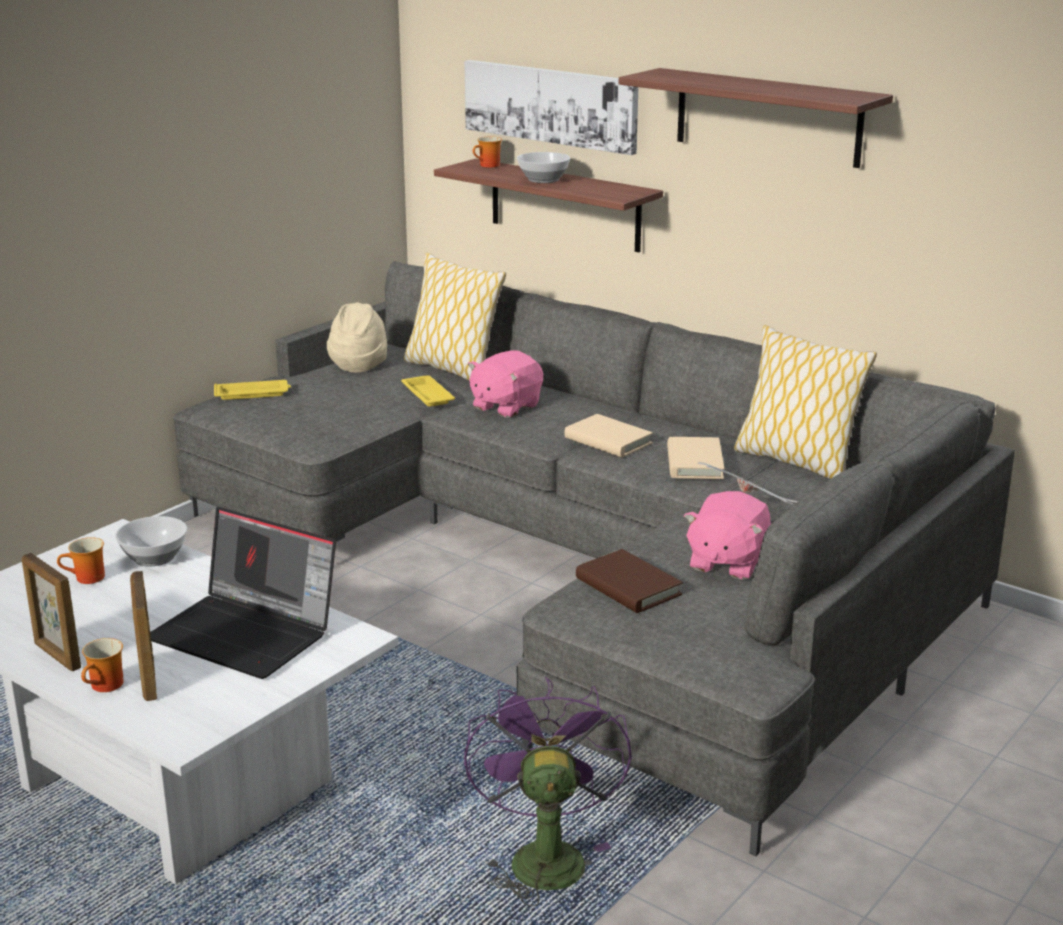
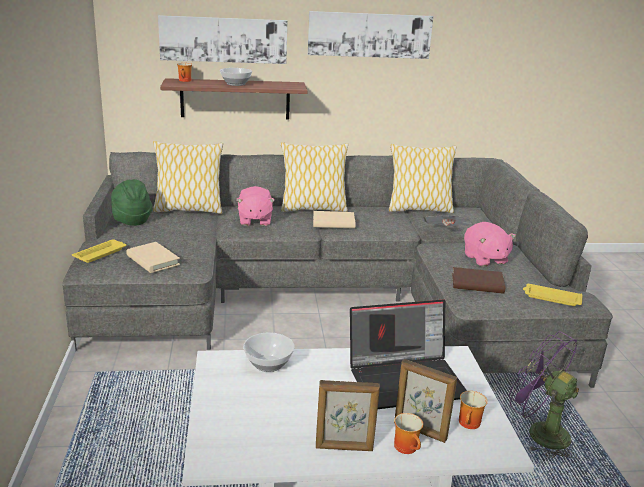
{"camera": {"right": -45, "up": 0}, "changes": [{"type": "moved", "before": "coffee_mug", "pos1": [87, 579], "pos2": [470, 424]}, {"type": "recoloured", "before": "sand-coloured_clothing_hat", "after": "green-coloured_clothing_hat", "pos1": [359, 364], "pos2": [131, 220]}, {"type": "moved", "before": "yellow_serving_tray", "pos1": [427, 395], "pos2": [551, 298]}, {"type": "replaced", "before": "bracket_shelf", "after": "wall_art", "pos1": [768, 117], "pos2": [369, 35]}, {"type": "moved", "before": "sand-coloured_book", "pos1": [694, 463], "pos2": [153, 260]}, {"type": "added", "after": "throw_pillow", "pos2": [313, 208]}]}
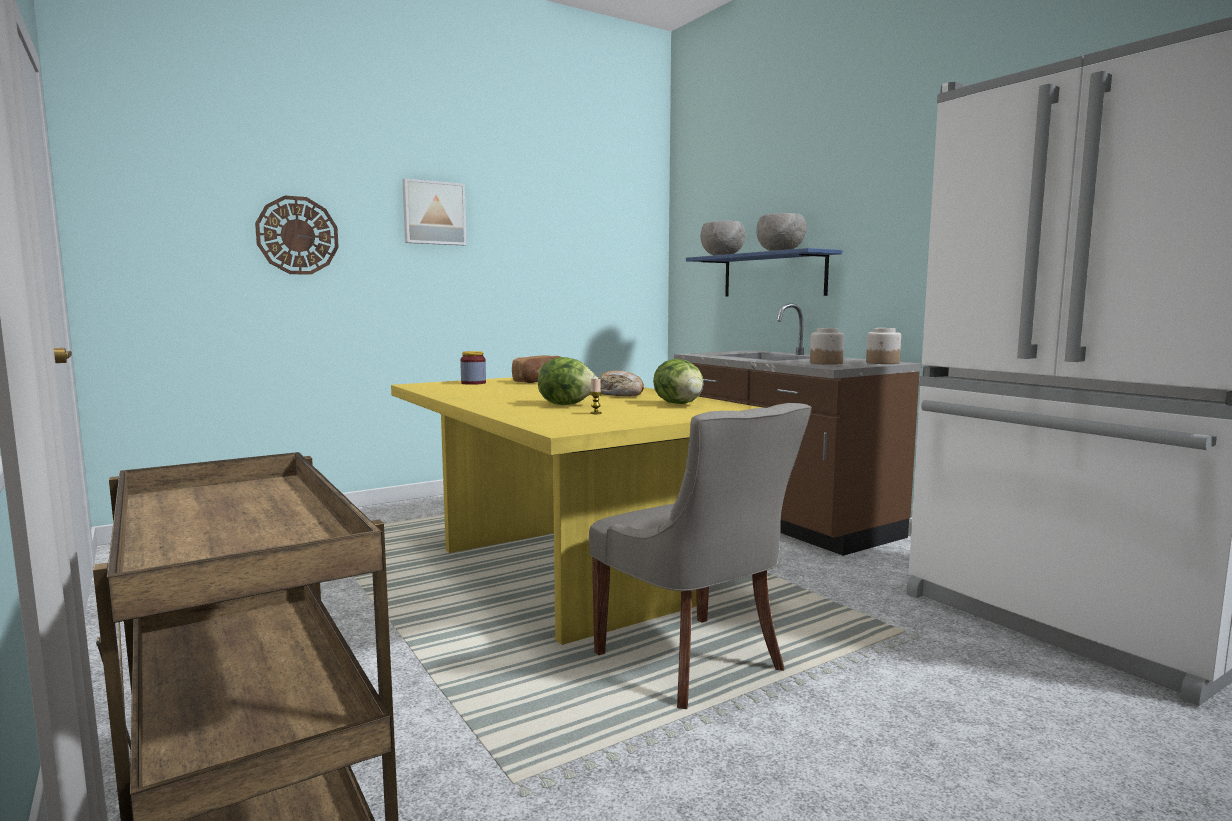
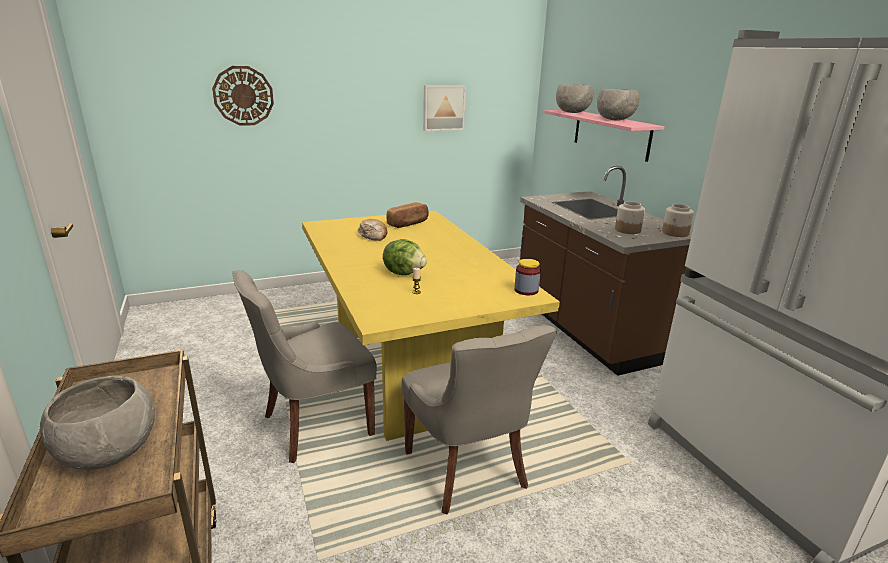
{"camera": {"right": 10, "up": 15}, "changes": [{"type": "moved", "before": "wall_art", "pos1": [433, 213], "pos2": [443, 107]}, {"type": "moved", "before": "storage_jar", "pos1": [473, 383], "pos2": [526, 290]}, {"type": "moved", "before": "bakery_bread", "pos1": [620, 394], "pos2": [373, 236]}, {"type": "removed", "before": "lettuce_head", "pos1": [679, 404]}, {"type": "recoloured", "before": "bluish_bracket_shelf", "after": "pink-coloured_bracket_shelf", "pos1": [773, 275], "pos2": [610, 134]}, {"type": "added", "after": "grey_serving_bowl", "pos2": [110, 453]}, {"type": "added", "after": "grey_chair", "pos2": [314, 425]}]}
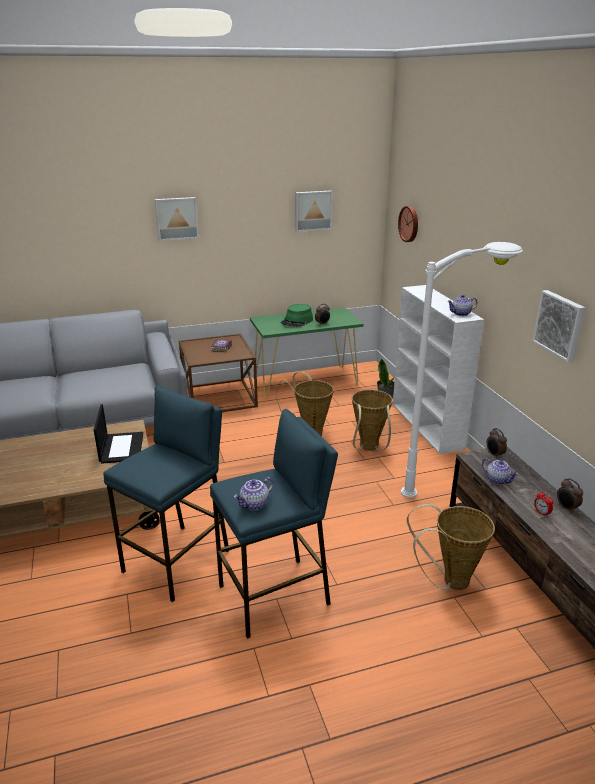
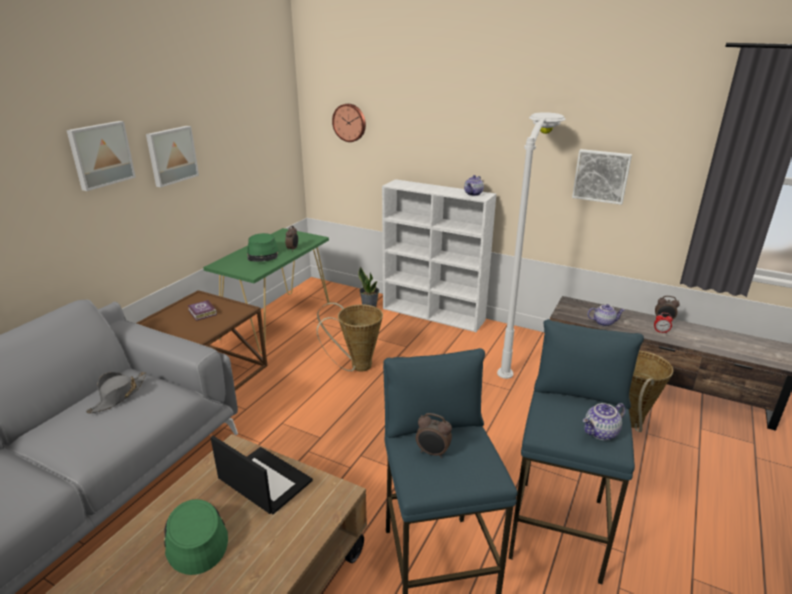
{"camera": {"right": -45, "up": 0}, "changes": [{"type": "turned", "before": "tea_pot", "pos1": [254, 504], "pos2": [601, 433], "turn": 60}, {"type": "moved", "before": "wall_art", "pos1": [312, 210], "pos2": [171, 155]}, {"type": "removed", "before": "basket", "pos1": [369, 449]}, {"type": "moved", "before": "bedside_clock", "pos1": [494, 455], "pos2": [432, 453]}, {"type": "added", "after": "grey_clothing_hat", "pos2": [118, 396]}, {"type": "added", "after": "green-coloured_clothing_hat", "pos2": [195, 537]}]}
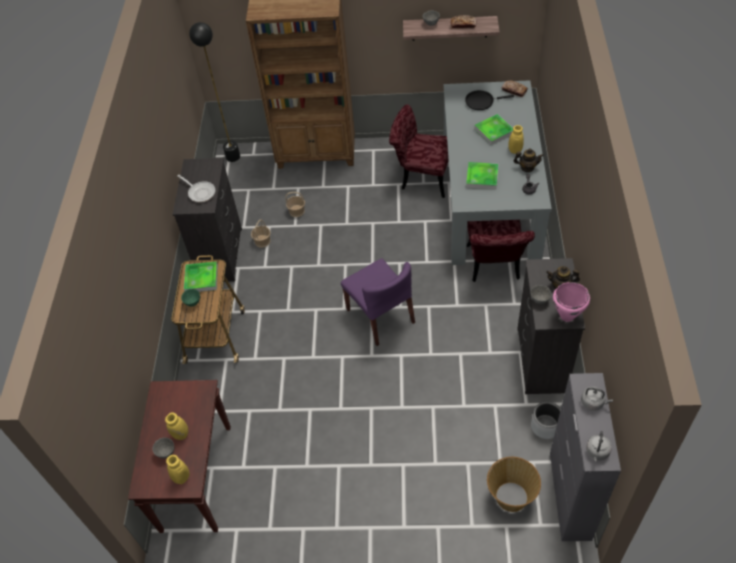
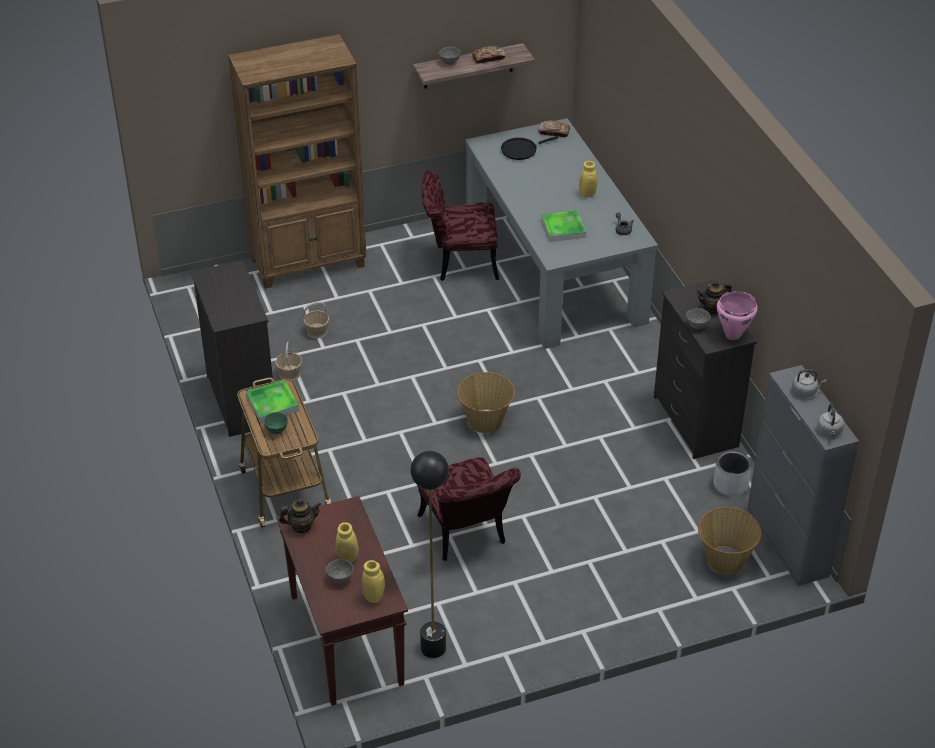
{"camera": {"right": -25, "up": -10}, "changes": [{"type": "removed", "before": "pan", "pos1": [200, 192]}, {"type": "moved", "before": "black_floor_lamp", "pos1": [233, 157], "pos2": [433, 648]}, {"type": "replaced", "before": "purple-coloured_chair", "after": "basket", "pos1": [380, 316], "pos2": [485, 421]}, {"type": "moved", "before": "red_chair", "pos1": [494, 267], "pos2": [466, 536]}, {"type": "removed", "before": "serving_tray", "pos1": [494, 131]}, {"type": "moved", "before": "tea_pot", "pos1": [527, 168], "pos2": [301, 526]}]}
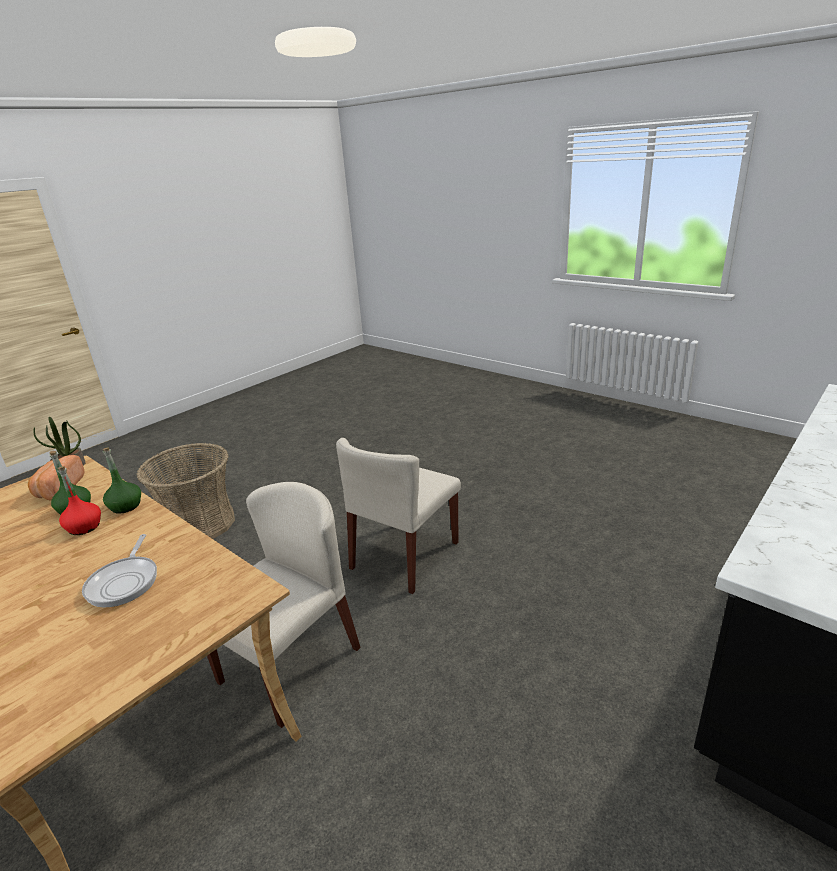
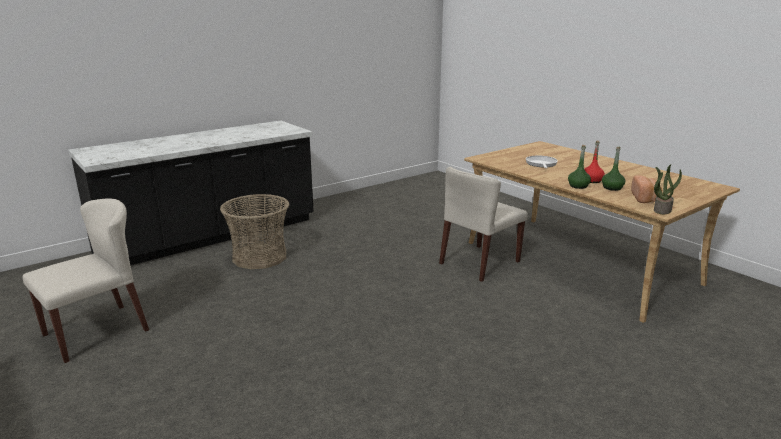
{"camera": {"right": -170, "up": -5}, "changes": [{"type": "moved", "before": "basket", "pos1": [200, 524], "pos2": [259, 257]}, {"type": "moved", "before": "sand-coloured_chair", "pos1": [405, 556], "pos2": [96, 332]}]}
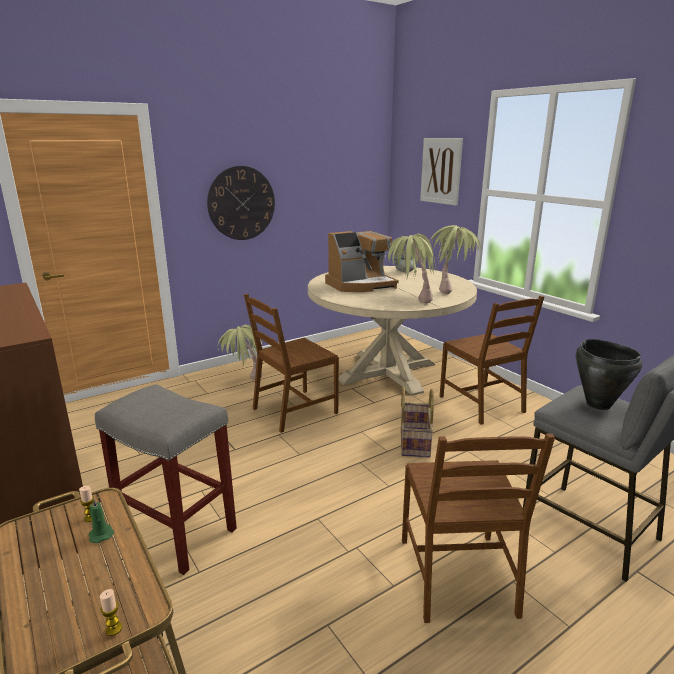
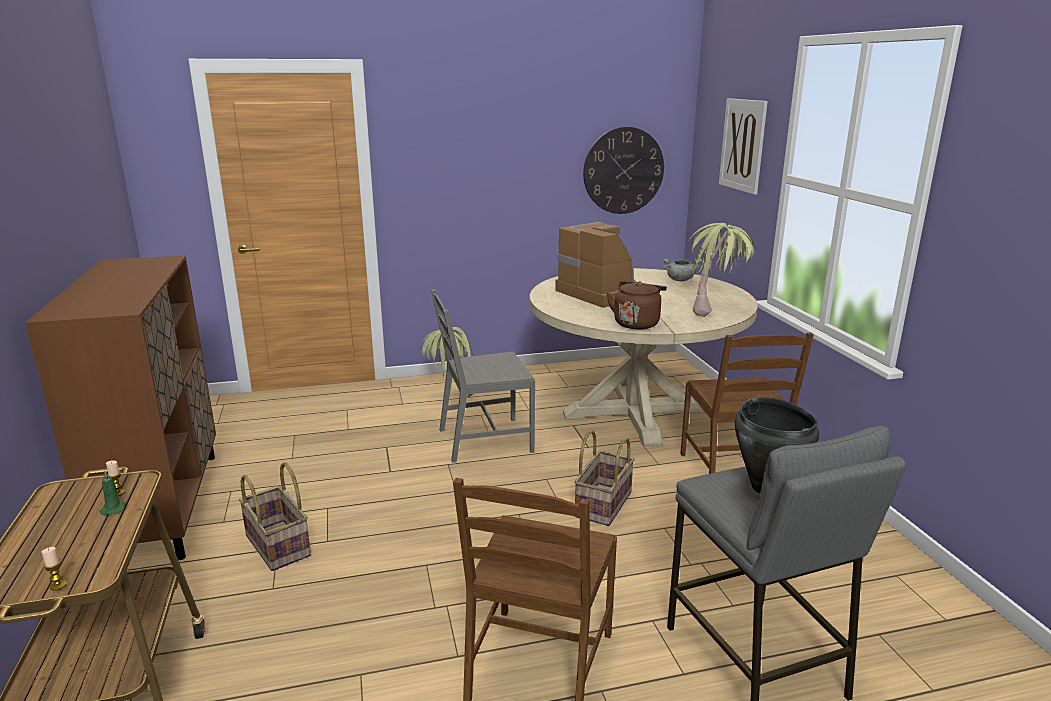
{"camera": {"right": 20, "up": 0}, "changes": [{"type": "replaced", "before": "grey_stool", "after": "basket", "pos1": [179, 532], "pos2": [279, 545]}, {"type": "moved", "before": "wall_clock", "pos1": [241, 203], "pos2": [623, 170]}, {"type": "recoloured", "before": "brown-coloured_chair", "after": "grey_chair", "pos1": [294, 411], "pos2": [484, 440]}, {"type": "turned", "before": "coffee_maker", "pos1": [361, 285], "pos2": [601, 293], "turn": -120}, {"type": "replaced", "before": "houseplant", "after": "brown-coloured_tea_kettle", "pos1": [409, 303], "pos2": [637, 323]}]}
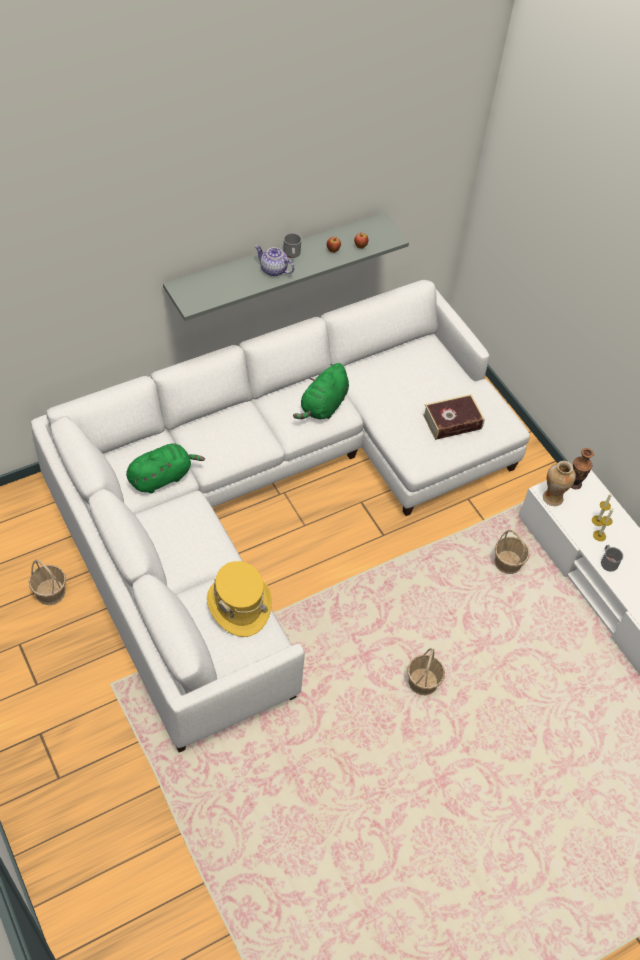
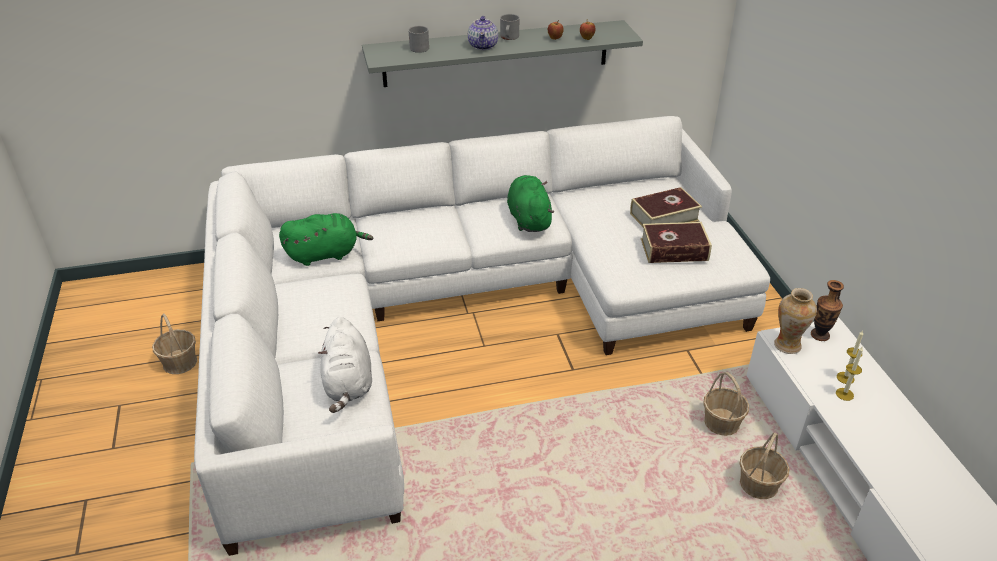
{"camera": {"right": 20, "up": -15}, "changes": [{"type": "replaced", "before": "yellow_clothing_hat", "after": "white_plush_toy", "pos1": [239, 605], "pos2": [348, 383]}, {"type": "turned", "before": "tea_pot", "pos1": [274, 270], "pos2": [483, 46], "turn": -135}, {"type": "turned", "before": "green-coloured_plush_toy", "pos1": [323, 406], "pos2": [529, 219], "turn": 120}, {"type": "moved", "before": "basket", "pos1": [423, 682], "pos2": [759, 485]}, {"type": "moved", "before": "grey_coffee_mug", "pos1": [608, 561], "pos2": [420, 47]}, {"type": "added", "after": "book", "pos2": [664, 217]}]}
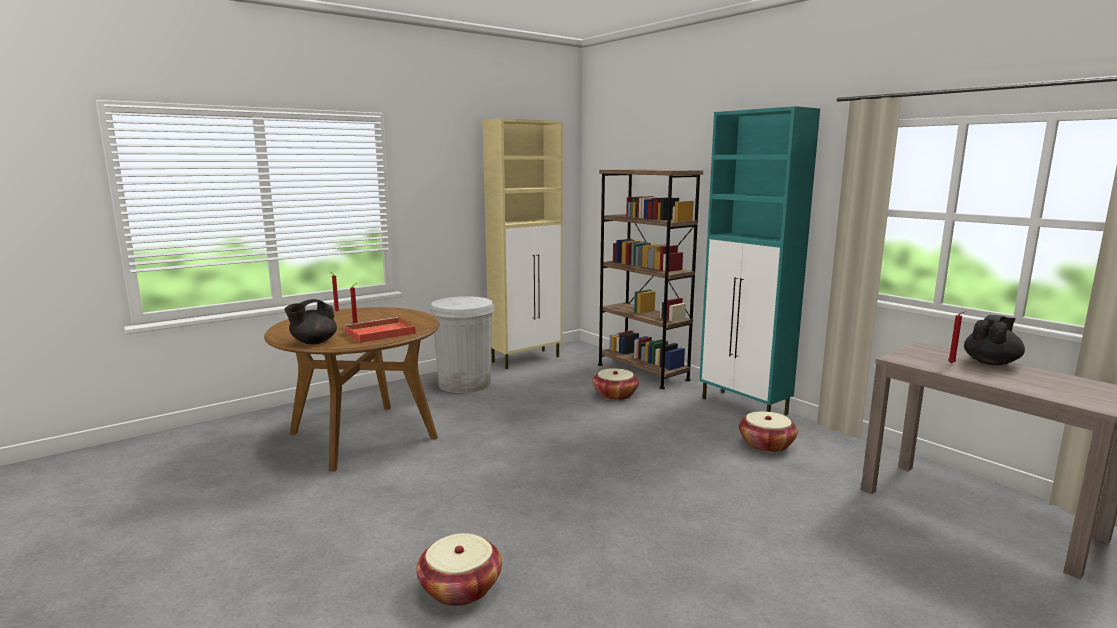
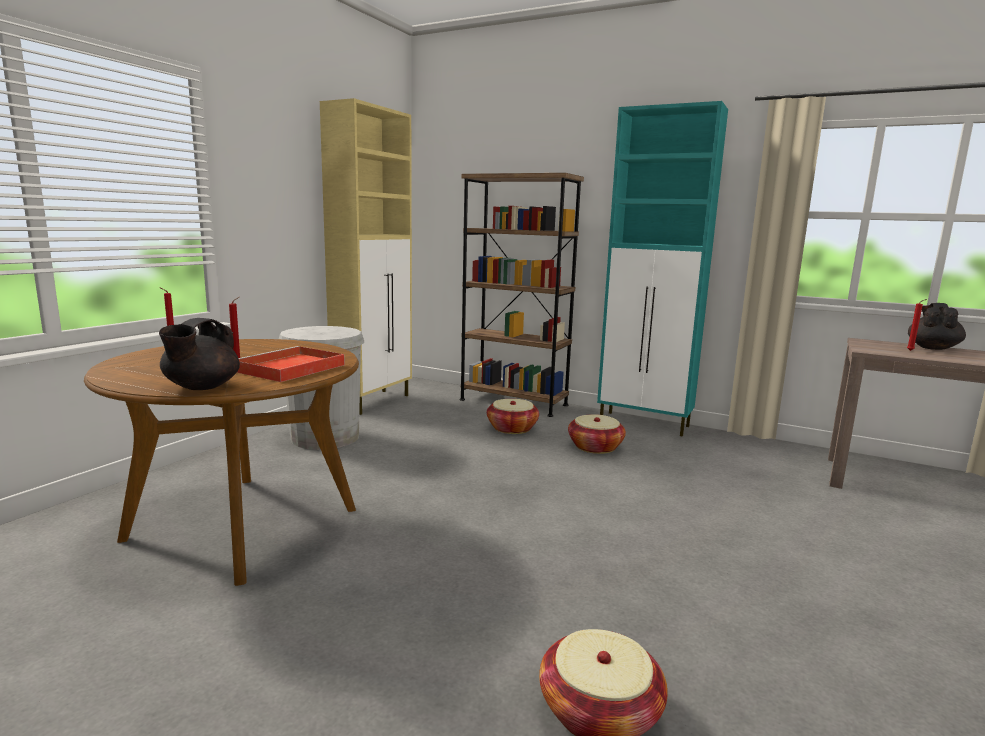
{"camera": {"right": -25, "up": 0}, "changes": [{"type": "moved", "before": "basket", "pos1": [766, 444], "pos2": [595, 447]}]}
